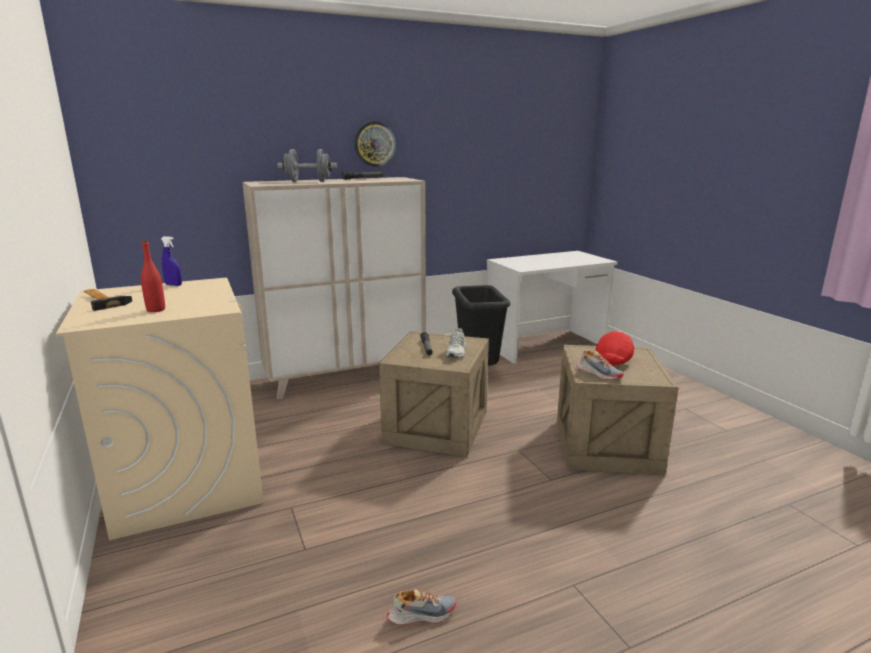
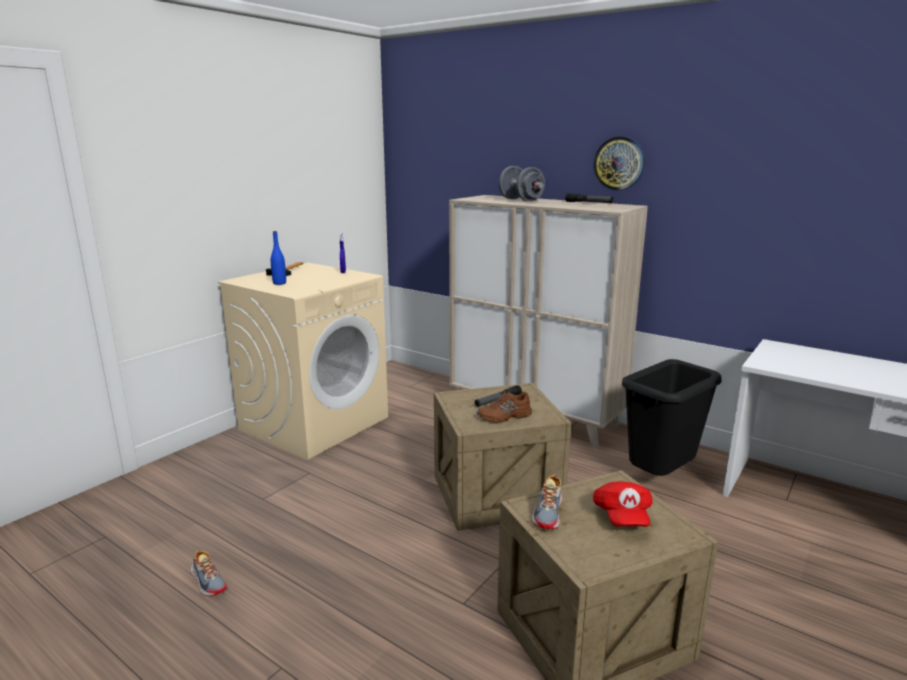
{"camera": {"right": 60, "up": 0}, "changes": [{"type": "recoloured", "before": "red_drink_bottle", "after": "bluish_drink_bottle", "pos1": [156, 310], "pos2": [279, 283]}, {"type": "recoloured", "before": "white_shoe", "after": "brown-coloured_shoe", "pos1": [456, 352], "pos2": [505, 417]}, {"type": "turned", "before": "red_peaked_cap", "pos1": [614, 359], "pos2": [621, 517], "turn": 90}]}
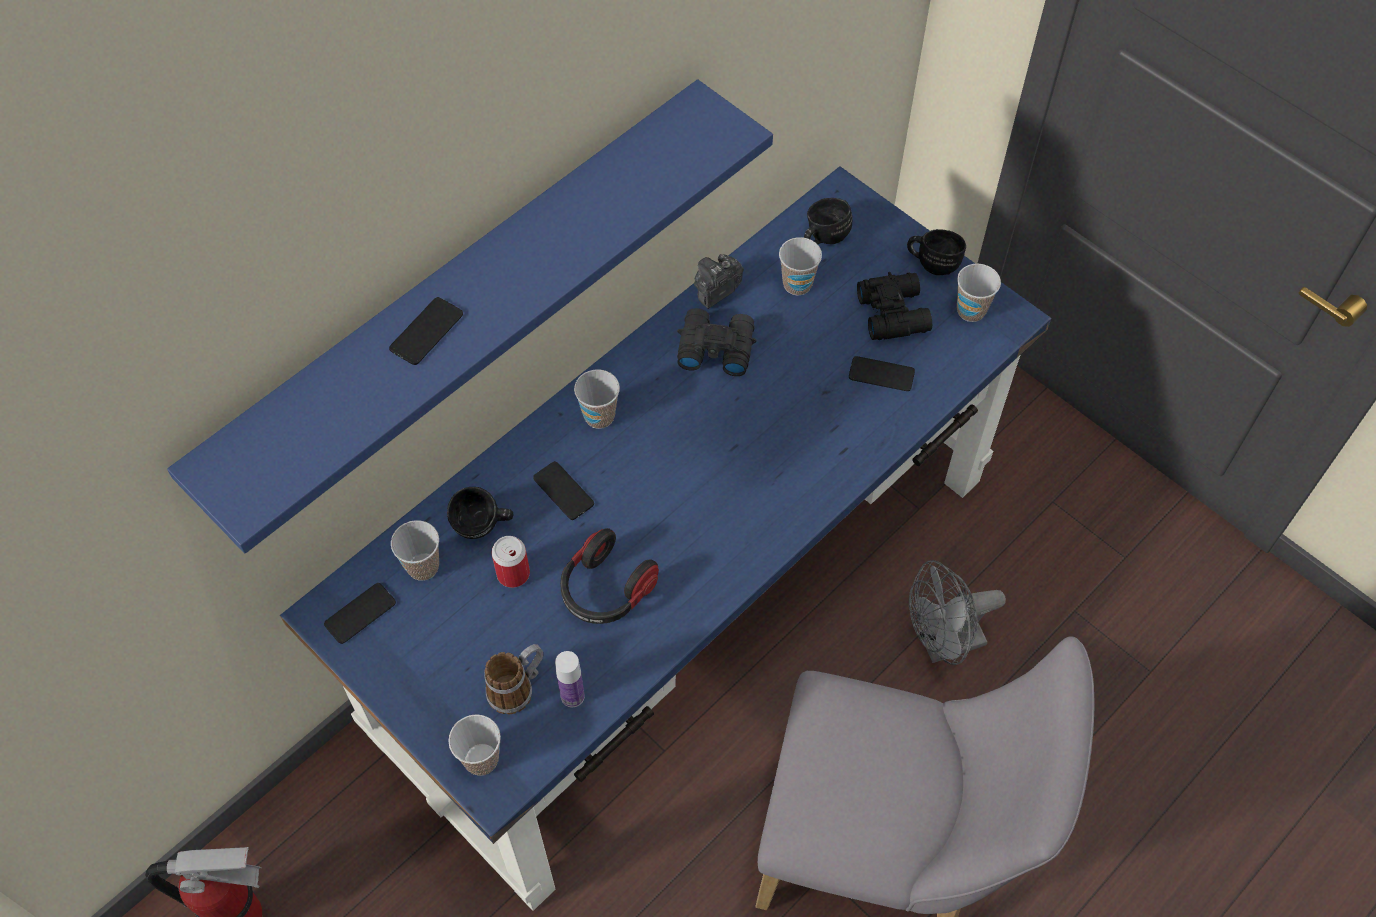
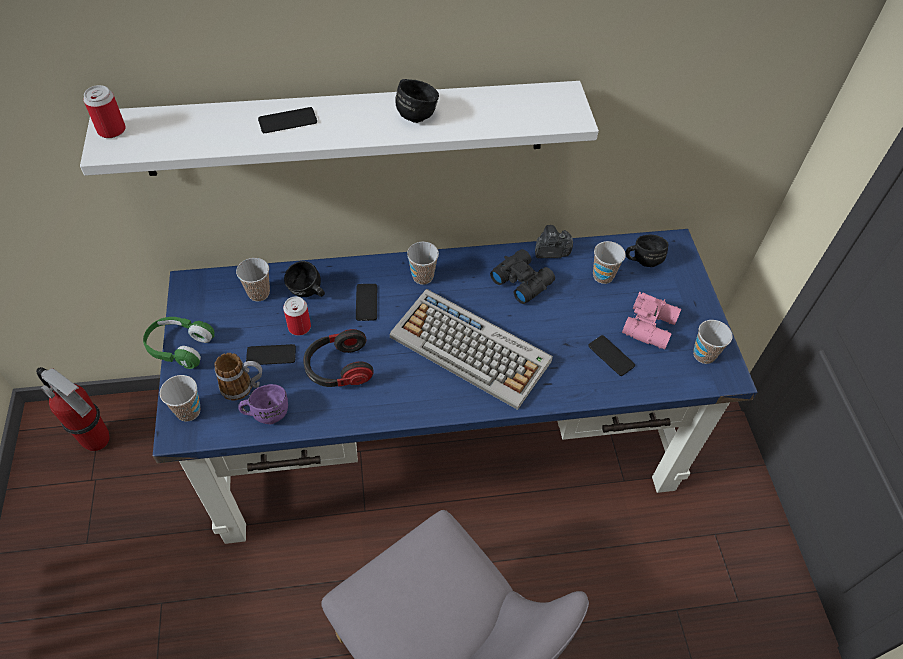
{"camera": {"right": 35, "up": -5}, "changes": [{"type": "recoloured", "before": "bluish_bracket_shelf", "after": "white_bracket_shelf", "pos1": [461, 294], "pos2": [346, 128]}, {"type": "moved", "before": "phone", "pos1": [360, 613], "pos2": [271, 355]}, {"type": "replaced", "before": "drink_bottle", "after": "purple-coloured_coffee_mug", "pos1": [572, 696], "pos2": [266, 412]}, {"type": "recoloured", "before": "black_binoculars", "after": "pink-coloured_binoculars", "pos1": [894, 312], "pos2": [651, 326]}, {"type": "moved", "before": "black_coffee_mug", "pos1": [933, 262], "pos2": [415, 112]}, {"type": "removed", "before": "grey_fan", "pos1": [942, 644]}, {"type": "added", "after": "sealed_can", "pos2": [111, 130]}, {"type": "added", "after": "green-coloured_headset", "pos2": [180, 347]}, {"type": "added", "after": "keyboard", "pos2": [472, 349]}]}
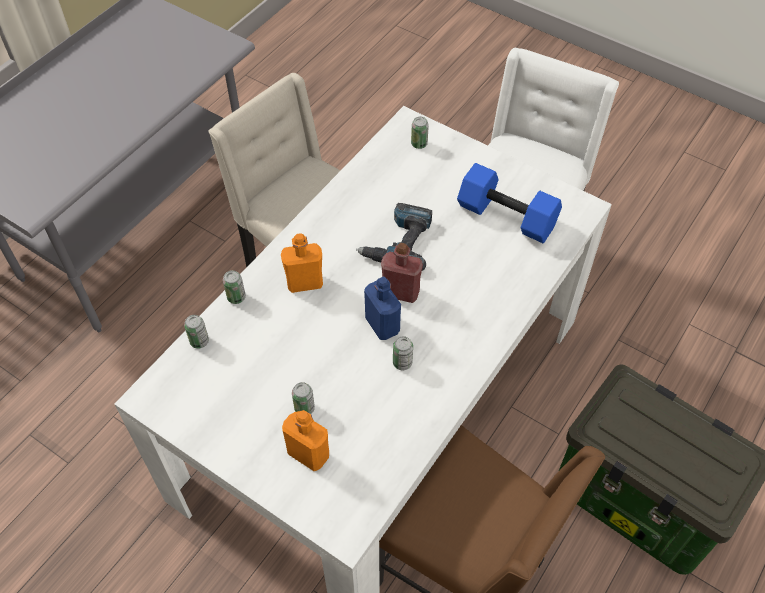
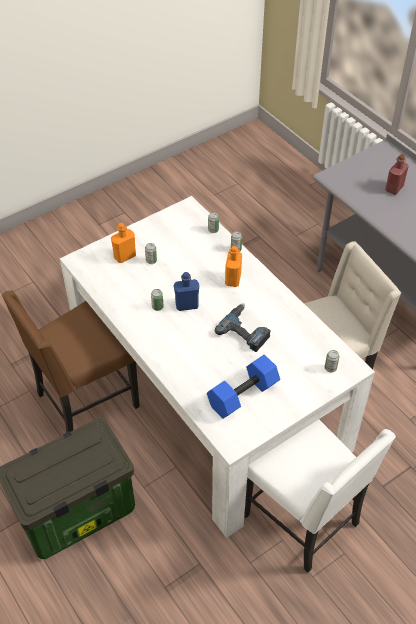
{"camera": {"right": 110, "up": -5}, "changes": [{"type": "moved", "before": "red_drink_bottle", "pos1": [401, 292], "pos2": [394, 188]}]}
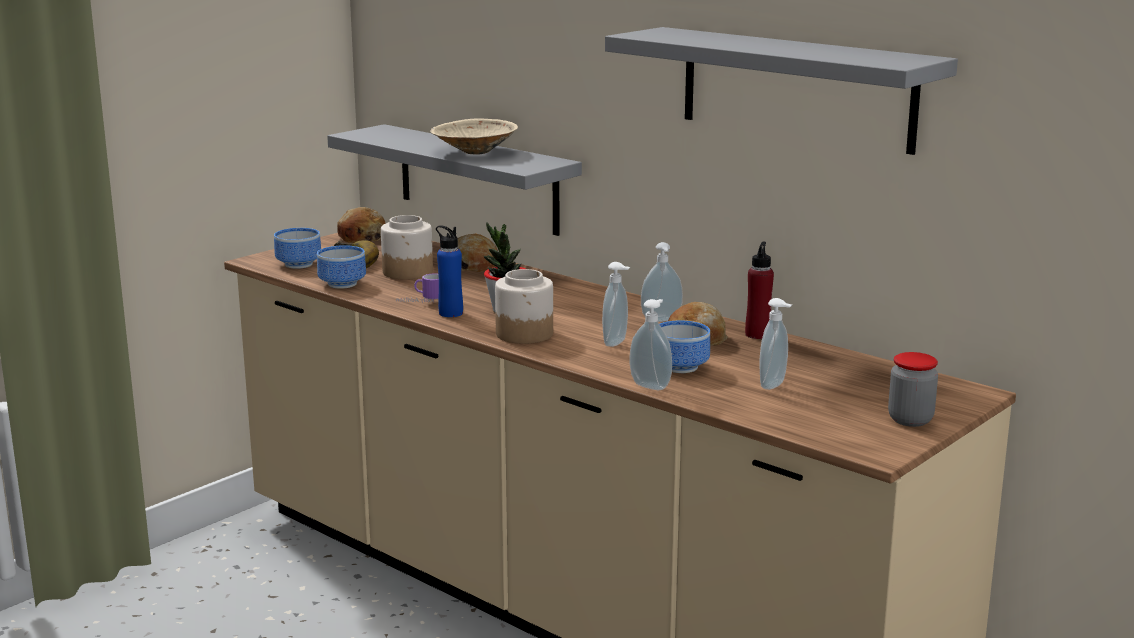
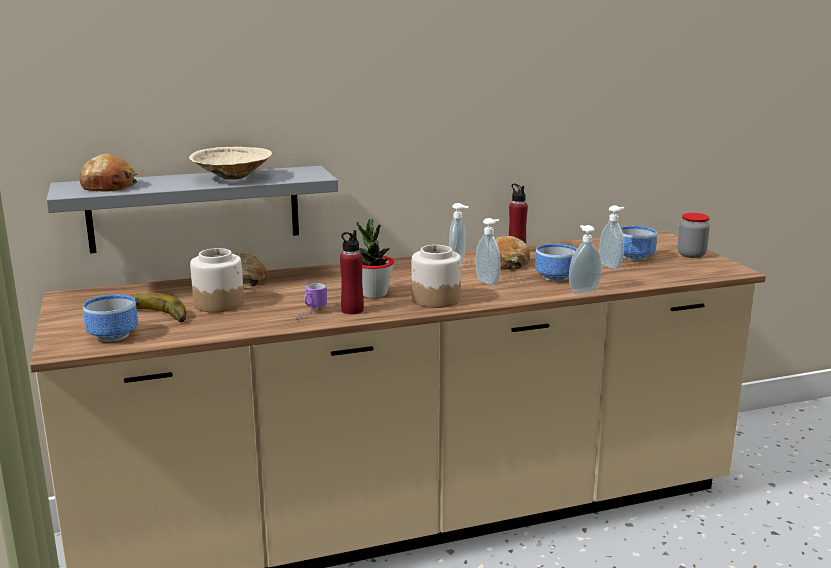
{"camera": {"right": -60, "up": 0}, "changes": [{"type": "moved", "before": "serving_bowl", "pos1": [341, 284], "pos2": [636, 257]}, {"type": "moved", "before": "bakery_bread", "pos1": [361, 237], "pos2": [109, 186]}, {"type": "recoloured", "before": "bluish_drink_bottle", "after": "red_drink_bottle", "pos1": [450, 313], "pos2": [352, 310]}, {"type": "removed", "before": "grey_bracket_shelf", "pos1": [796, 88]}]}
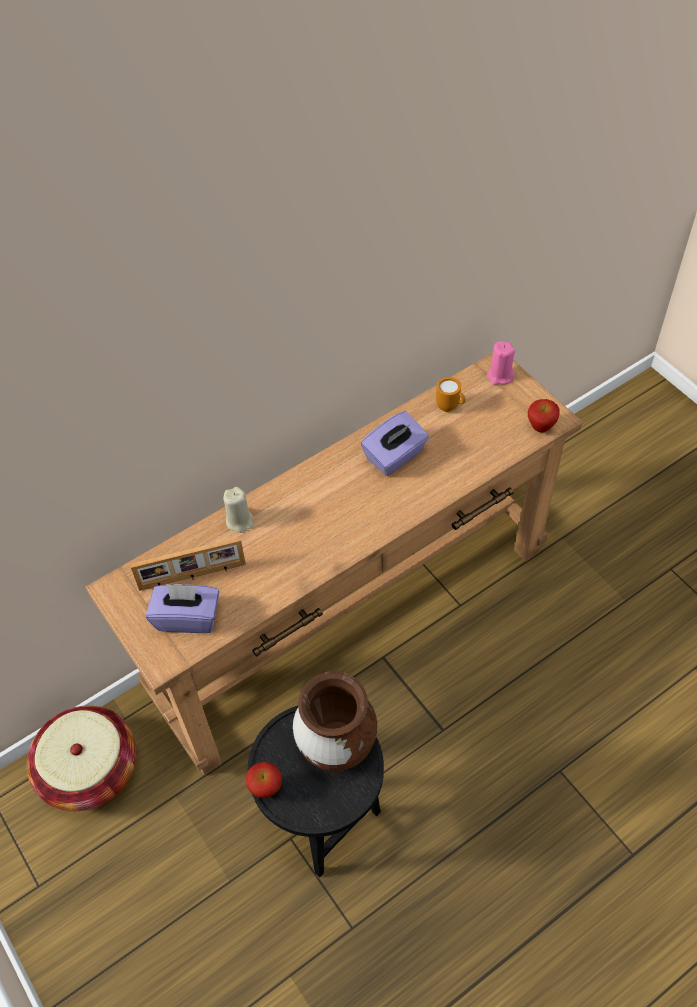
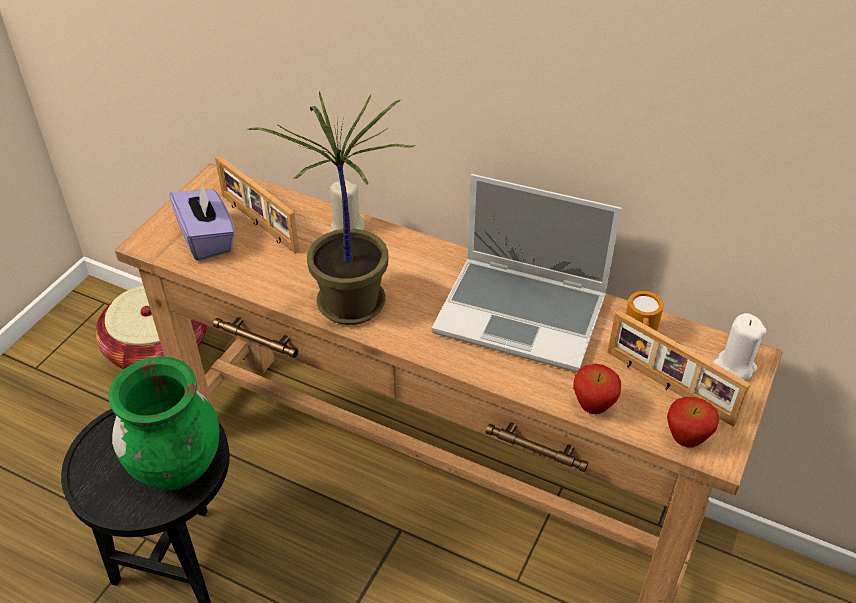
{"camera": {"right": 60, "up": -10}, "changes": [{"type": "moved", "before": "apple_fruit", "pos1": [266, 789], "pos2": [593, 407]}, {"type": "recoloured", "before": "brown-coloured_decorative_vase", "after": "green-coloured_decorative_vase", "pos1": [336, 745], "pos2": [177, 467]}, {"type": "replaced", "before": "purple-coloured_box_of_tissues", "after": "portable_computer", "pos1": [395, 456], "pos2": [523, 314]}, {"type": "recoloured", "before": "pink-coloured_wax_light", "after": "white_wax_light", "pos1": [500, 376], "pos2": [734, 366]}, {"type": "added", "after": "houseplant", "pos2": [349, 302]}, {"type": "added", "after": "picture_frame", "pos2": [668, 388]}]}
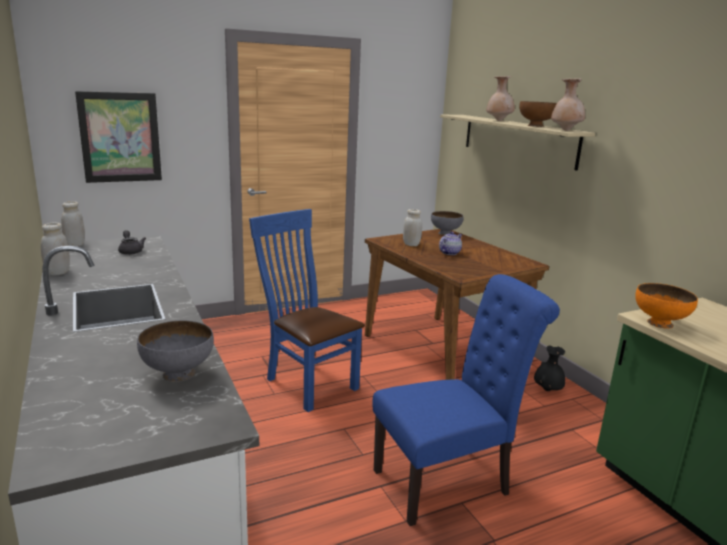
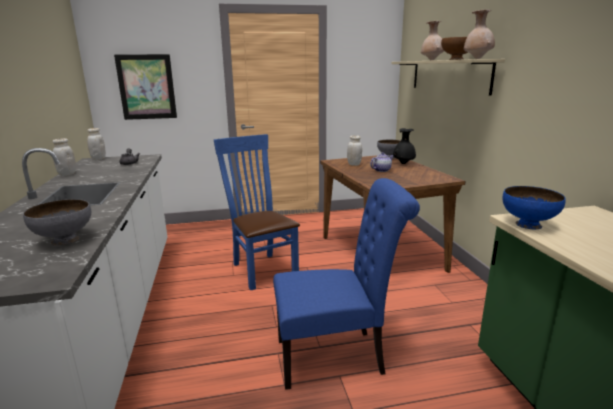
{"camera": {"right": 15, "up": 0}, "changes": [{"type": "moved", "before": "black_decorative_vase", "pos1": [547, 390], "pos2": [403, 163]}, {"type": "recoloured", "before": "orange_serving_bowl", "after": "bluish_serving_bowl", "pos1": [659, 323], "pos2": [527, 224]}]}
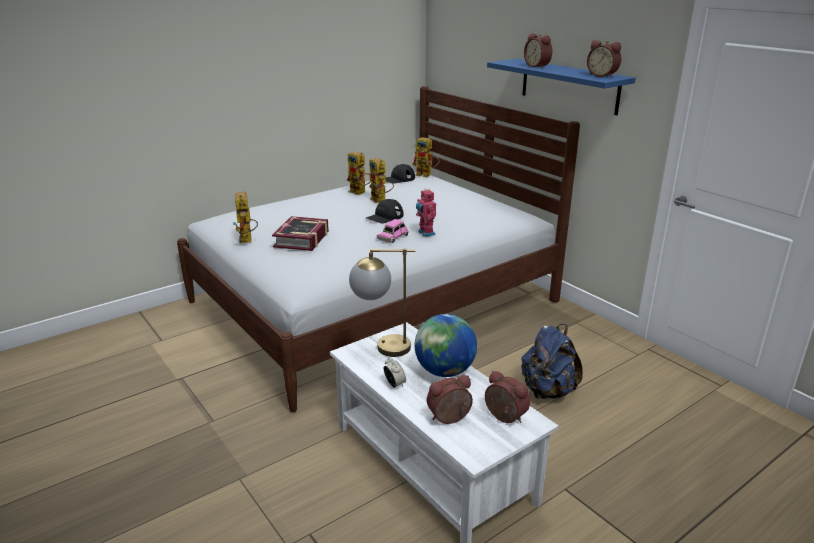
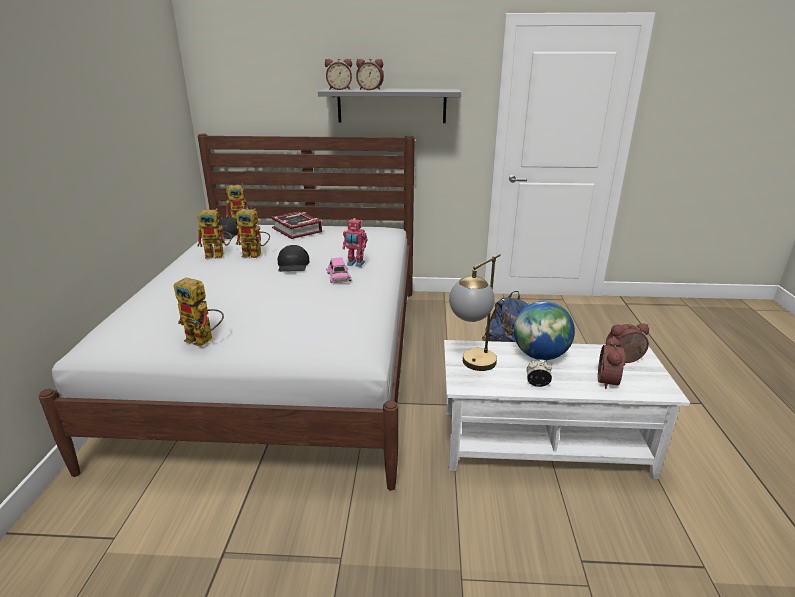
{"camera": {"right": -50, "up": 0}, "changes": [{"type": "moved", "before": "book", "pos1": [302, 239], "pos2": [297, 230]}, {"type": "recoloured", "before": "bluish_bracket_shelf", "after": "grey_bracket_shelf", "pos1": [569, 86], "pos2": [391, 105]}, {"type": "moved", "before": "bedside_clock", "pos1": [603, 75], "pos2": [339, 89]}]}
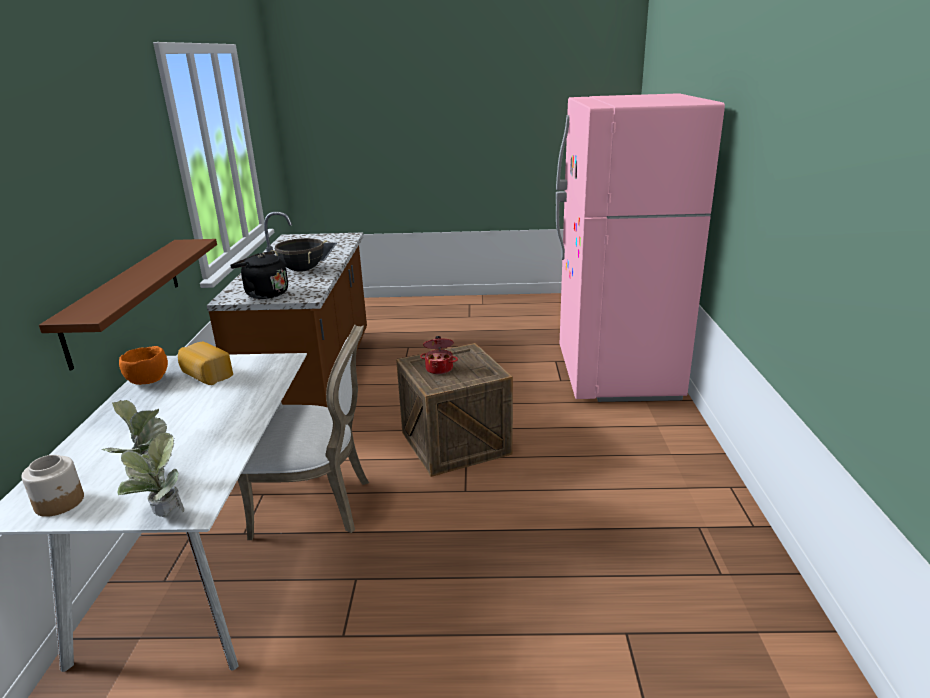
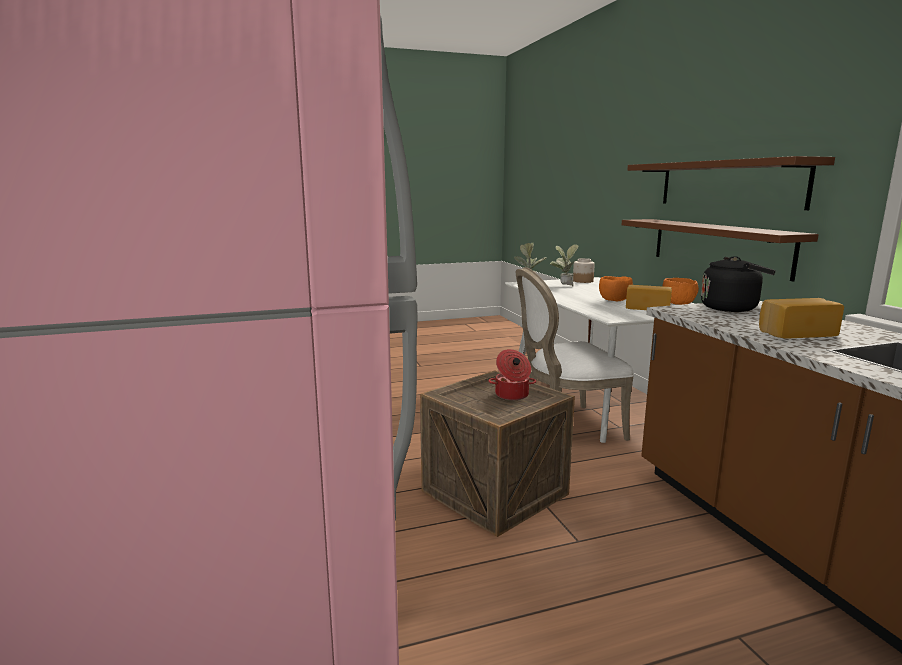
{"camera": {"right": 160, "up": -10}, "changes": [{"type": "replaced", "before": "black_saucepot", "after": "bakery_bread", "pos1": [302, 270], "pos2": [795, 333]}, {"type": "added", "after": "orange_serving_bowl", "pos2": [614, 301]}, {"type": "added", "after": "brown-coloured_bracket_shelf", "pos2": [728, 184]}]}
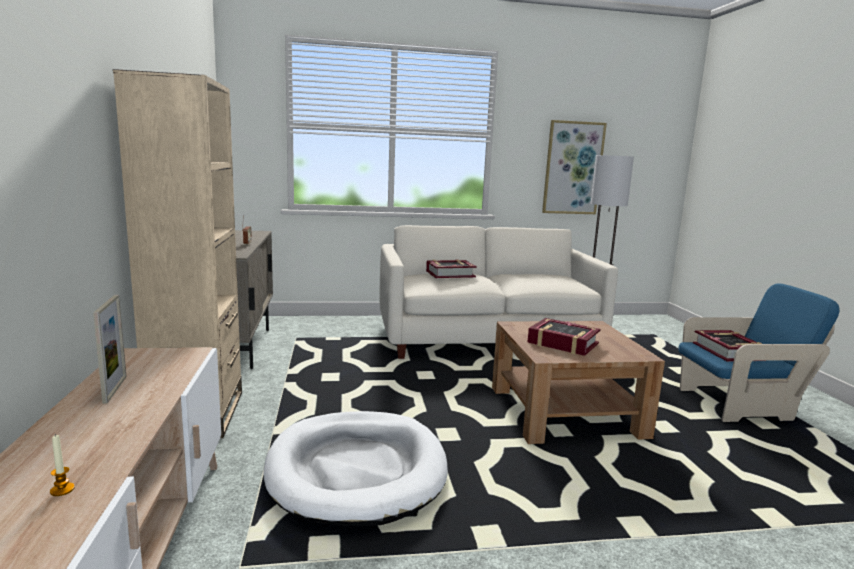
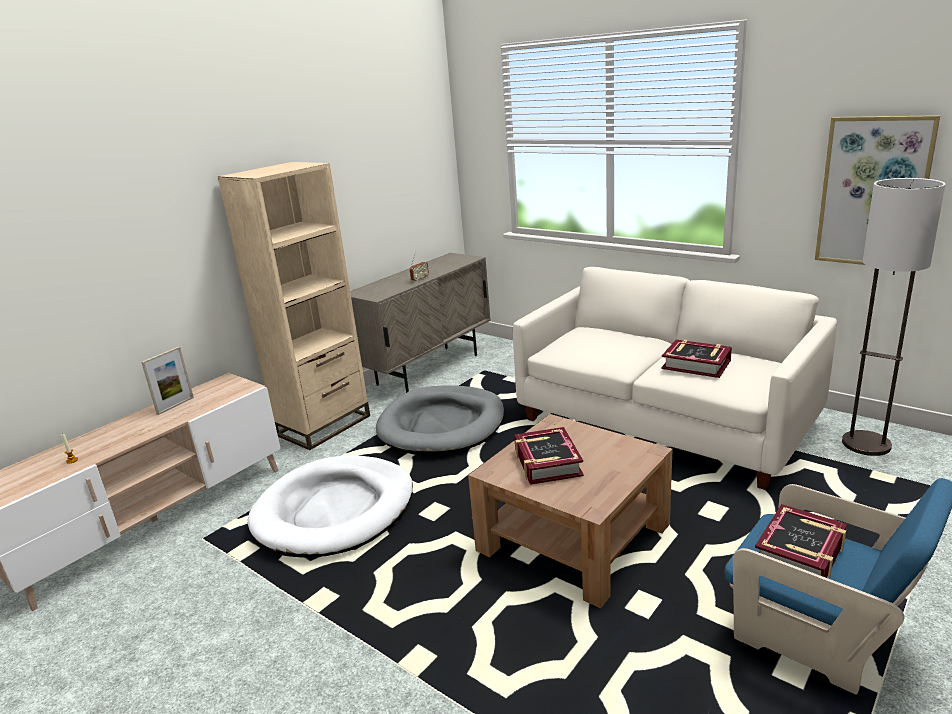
{"camera": {"right": 50, "up": 10}, "changes": [{"type": "moved", "before": "book", "pos1": [450, 274], "pos2": [696, 364]}, {"type": "added", "after": "grey_pet_bed", "pos2": [442, 425]}]}
